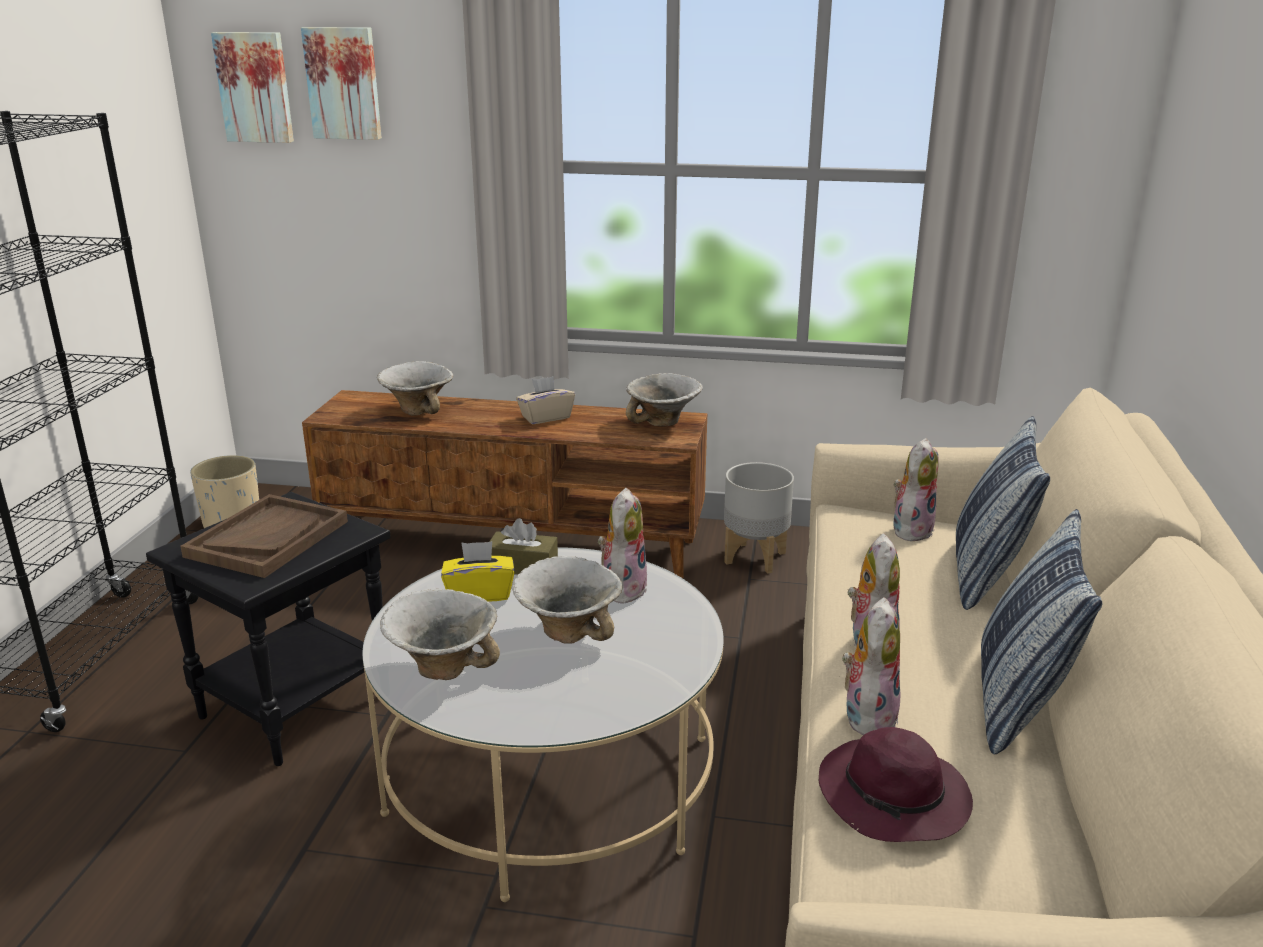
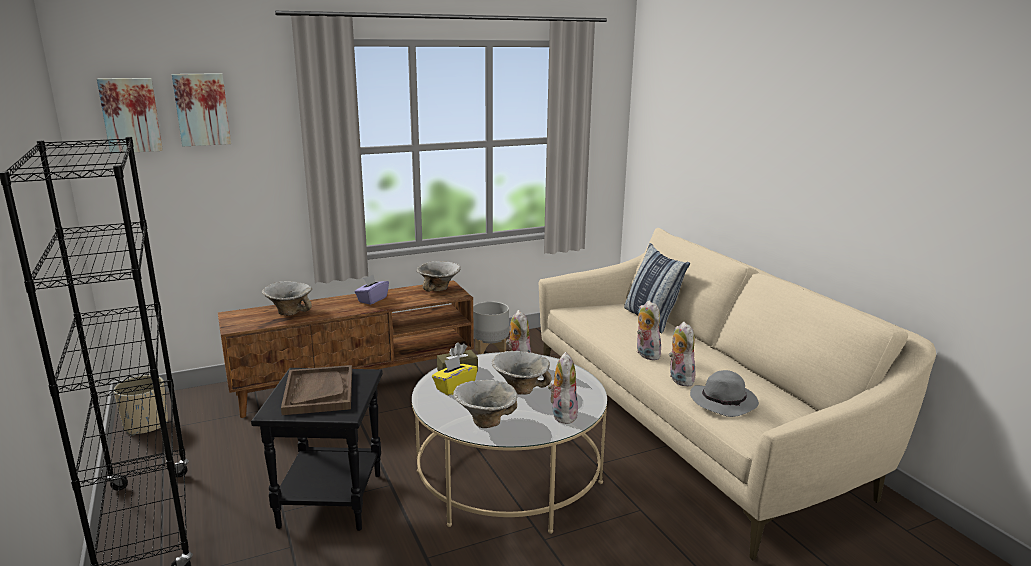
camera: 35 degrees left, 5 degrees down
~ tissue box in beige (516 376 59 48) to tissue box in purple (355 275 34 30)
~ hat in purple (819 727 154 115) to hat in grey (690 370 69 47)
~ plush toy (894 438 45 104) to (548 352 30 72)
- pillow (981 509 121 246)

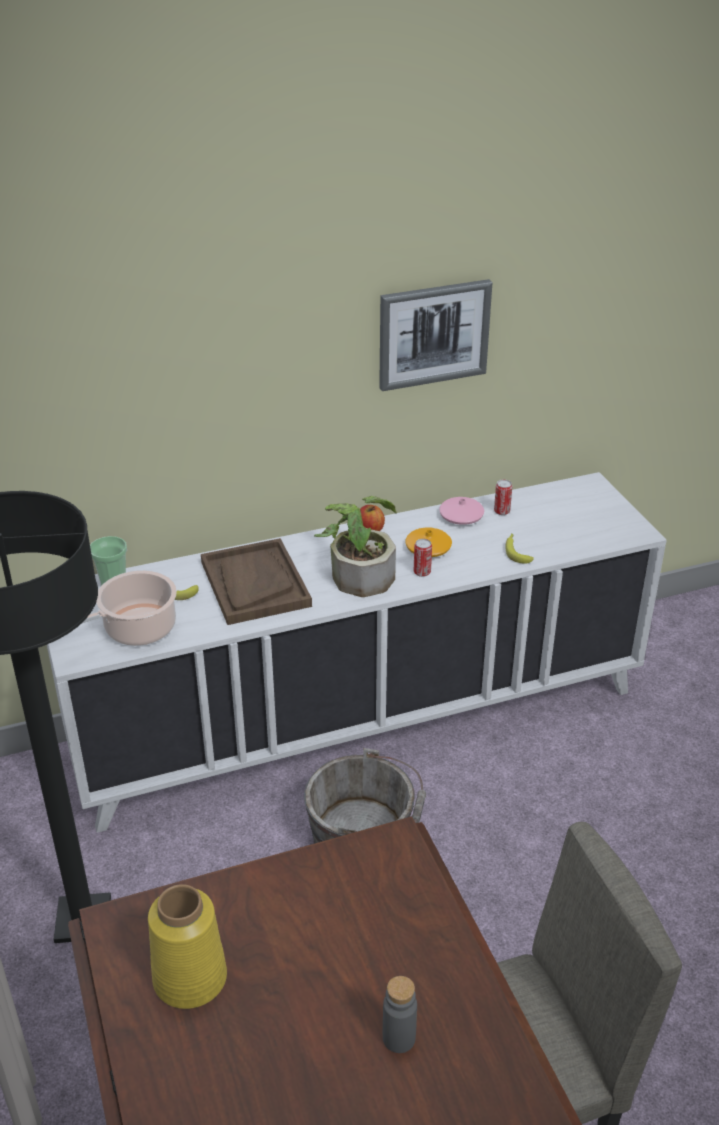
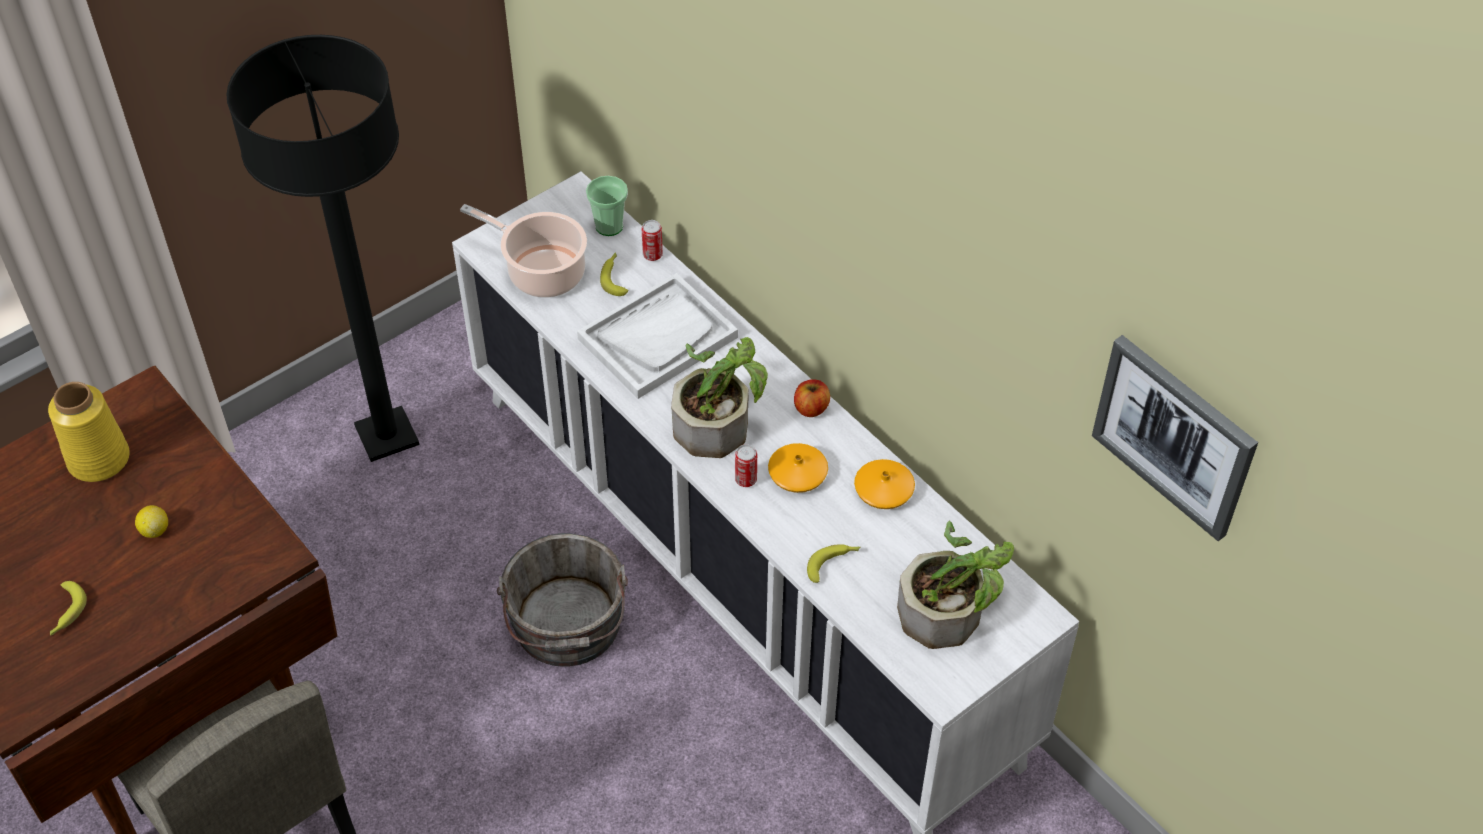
camera: 70 degrees right, 15 degrees up
~ tray in brown (201 538 111 87) to tray in white (577 273 161 126)
~ picture (379 279 113 112) to (1092 335 166 206)
~ bottle in grey (383 976 34 77) to banana (50 581 37 55)
~ vase in pink (439 497 45 28) to vase in orange (854 459 61 50)
~ can (494 479 18 36) to (642 220 21 41)
+ lemon (135 505 33 33)
+ potted plant (897 520 117 129)

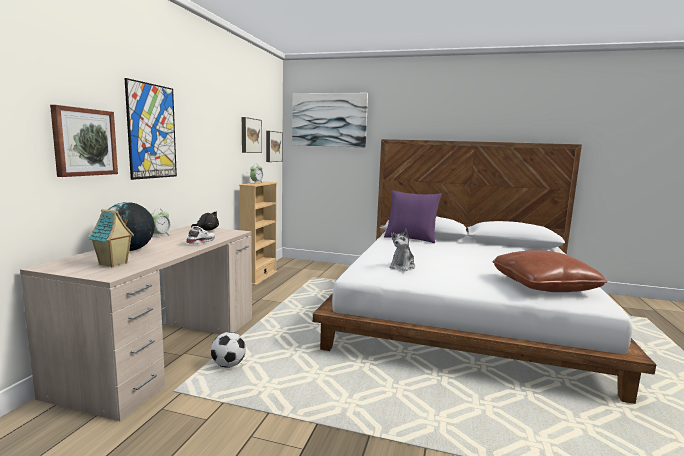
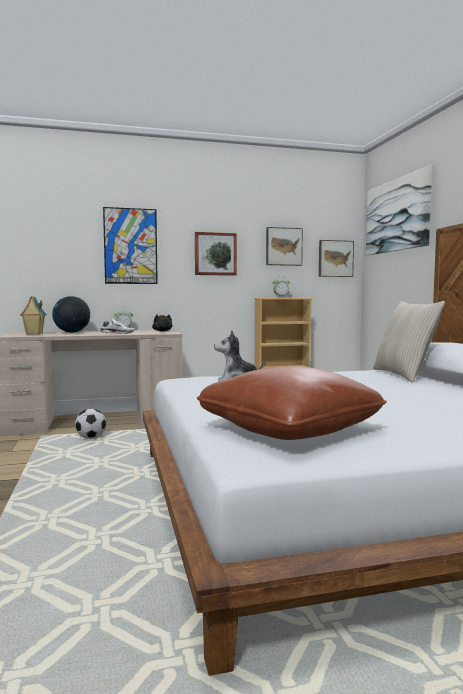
camera: 60 degrees right, 5 degrees down
~ picture (50 105 68 72) to (195 232 42 44)
~ pillow in purple (384 190 58 53) to pillow in beige (373 301 72 81)

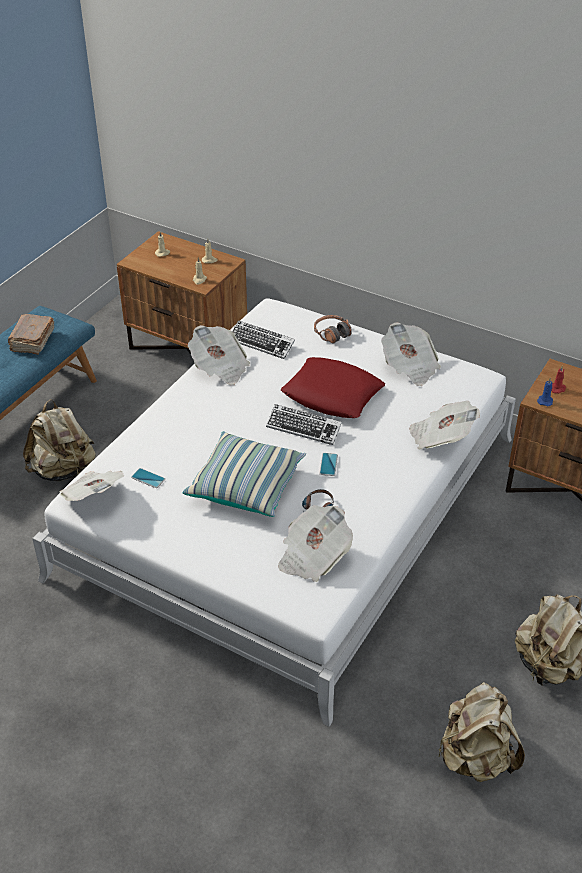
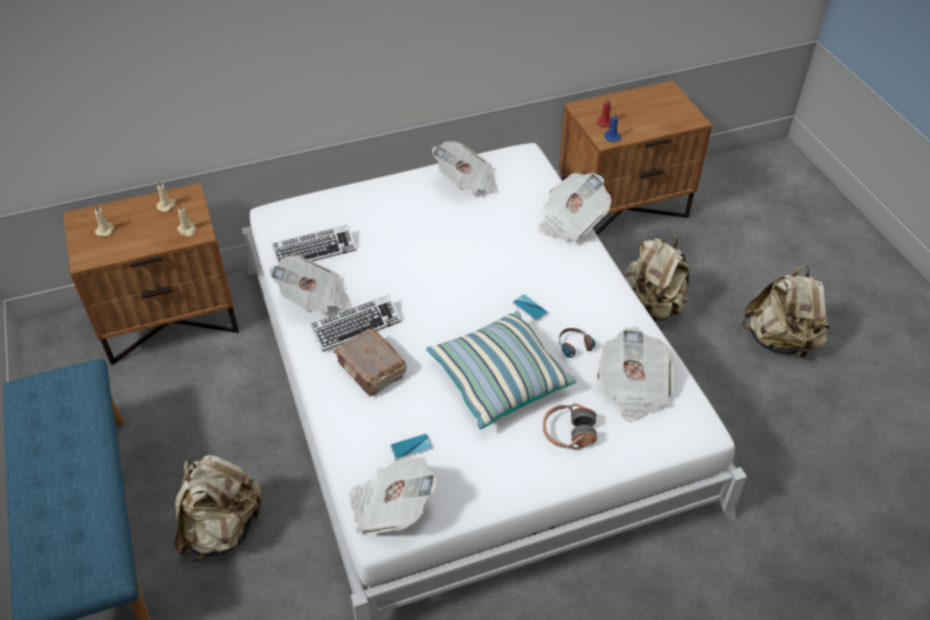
camera: 50 degrees left, 5 degrees up
~ book in brown (8 314 46 41) to (334 328 73 68)
~ keyboard (266 404 76 41) to (311 295 90 57)
- pillow in red (281 357 104 61)
~ headphones (314 315 38 28) to (543 403 54 47)
~ backpack in beige (438 682 87 100) to (623 235 66 87)

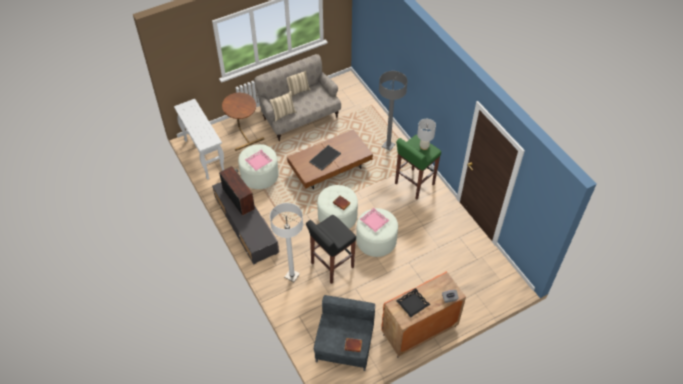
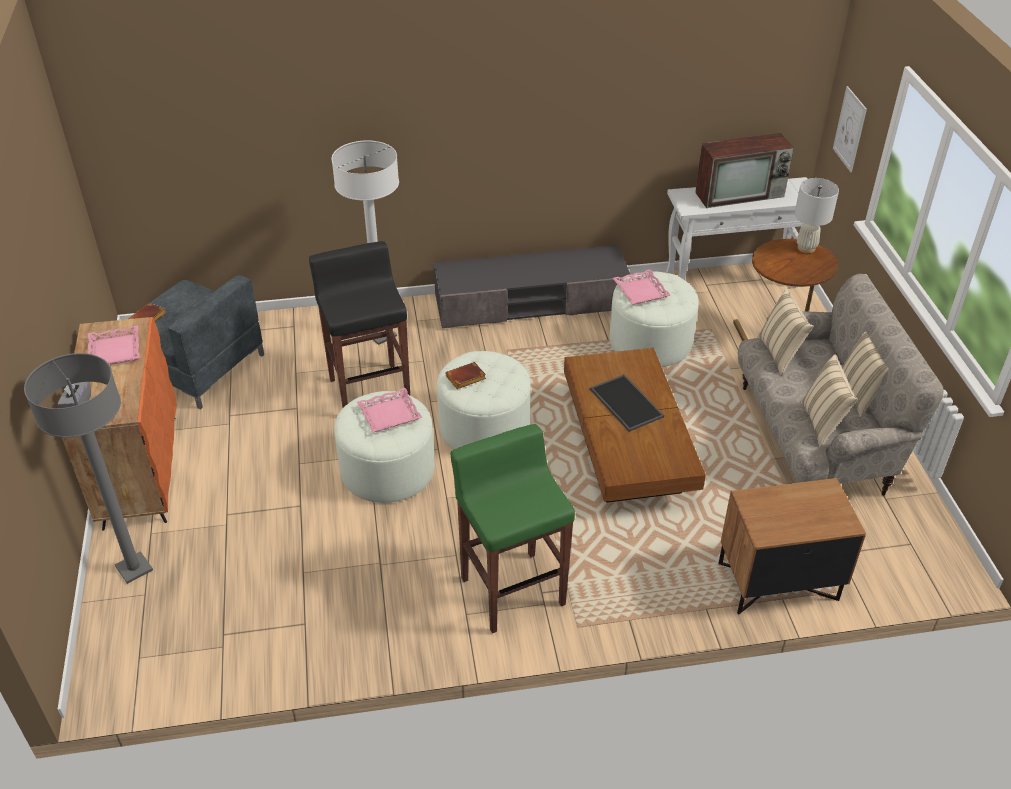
camera: 110 degrees right, 10 degrees down
~ television (219 166 36 50) to (695 133 99 75)
~ floor lamp in grey (379 71 29 80) to (24 353 129 231)
~ tray in black (396 288 34 30) to tray in pink (88 325 52 40)
~ table lamp in white (417 119 19 31) to (795 178 44 75)
+ nightstand in brown (718 478 148 137)
+ pillow in beige (801 354 56 94)
+ picture (833 86 34 86)

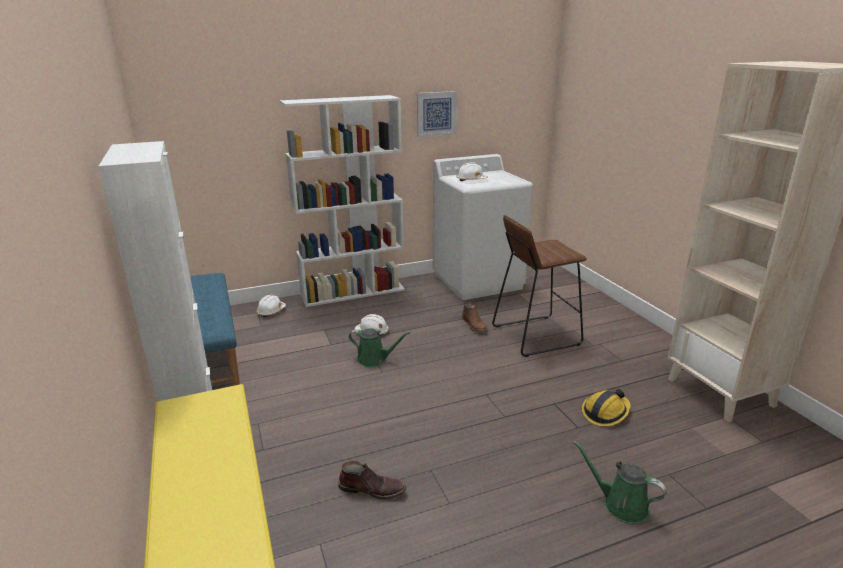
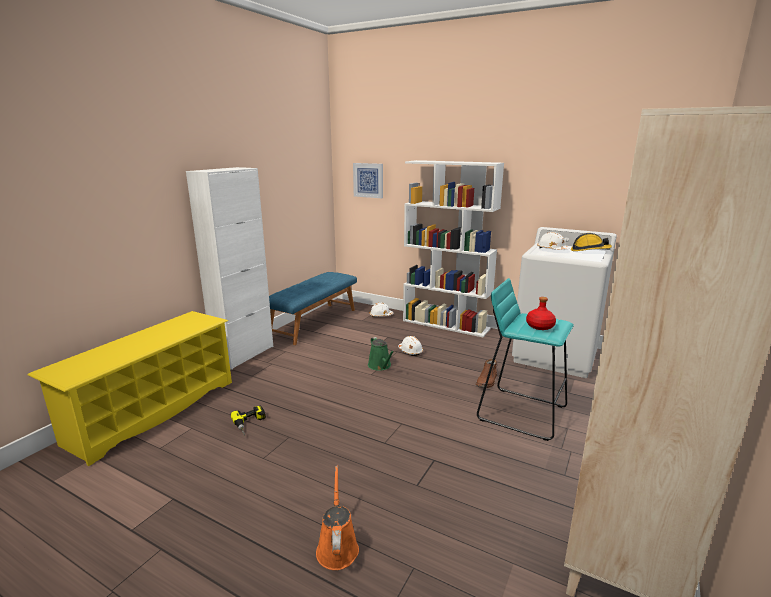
camera: 50 degrees right, 5 degrees down
~ boot in brown (338 461 68 38) to power drill (231 406 35 29)
~ picture (417 91 40 46) to (353 163 30 35)
~ stool in brown (492 215 95 142) to stool in turquoise (477 278 97 163)
~ watering can in green (574 441 93 83) to watering can in orange (316 466 43 104)
~ hard hat (582 389 49 37) to (571 233 41 18)
+ bottle in red (526 297 30 33)

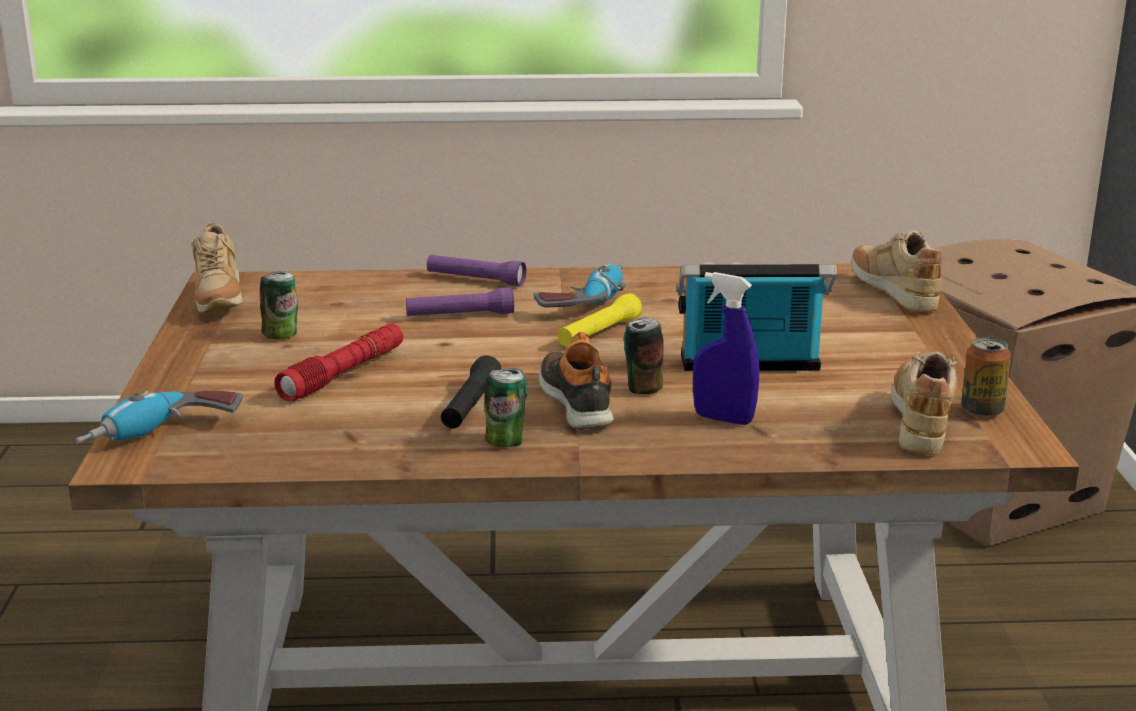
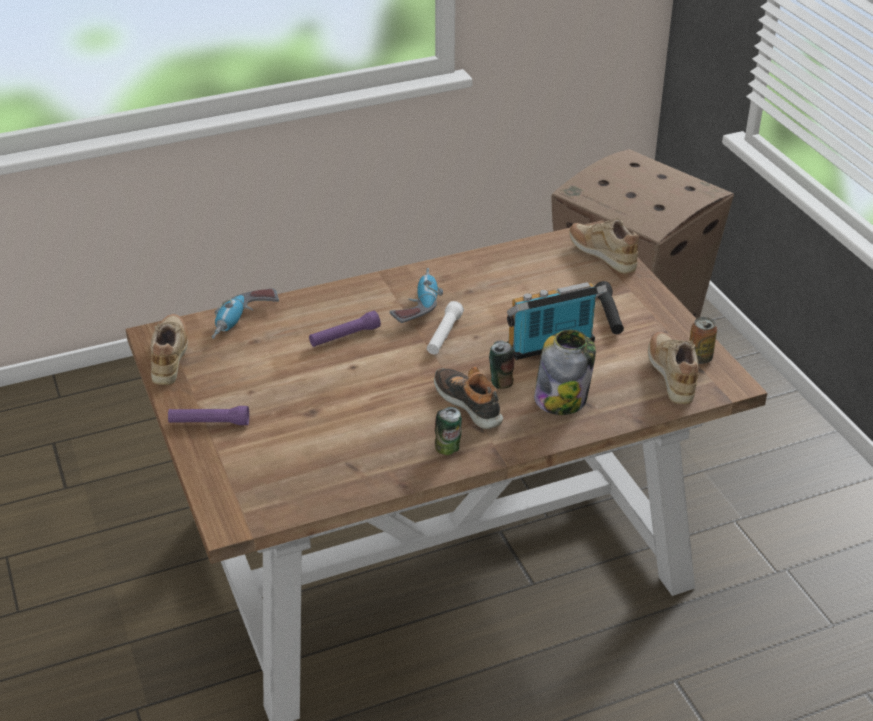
camera: 20 degrees left, 15 degrees up
~ power drill (75 390 168 54) to (212 288 67 51)
~ shoe in beige (191 223 52 90) = (150 314 38 71) 150 degrees counterclockwise
- can (260 271 38 69)
- flashlight in red (274 324 129 78)
~ flashlight in purple (427 255 99 32) to (168 406 81 19)
~ flashlight in black (441 355 61 73) to (595 281 29 53)
~ flashlight in yellow (557 293 85 53) to flashlight in white (427 301 37 53)
~ spray bottle in blue (693 272 66 153) to jar (534 330 62 85)

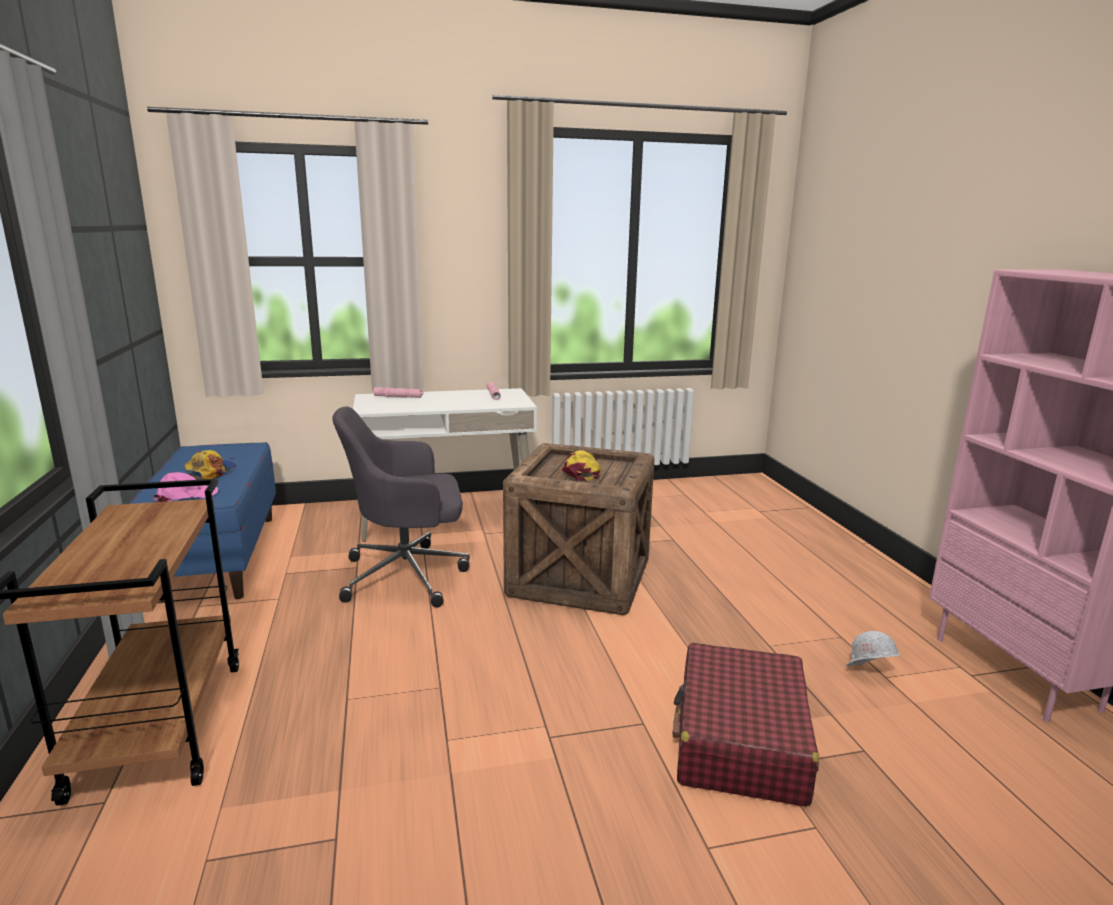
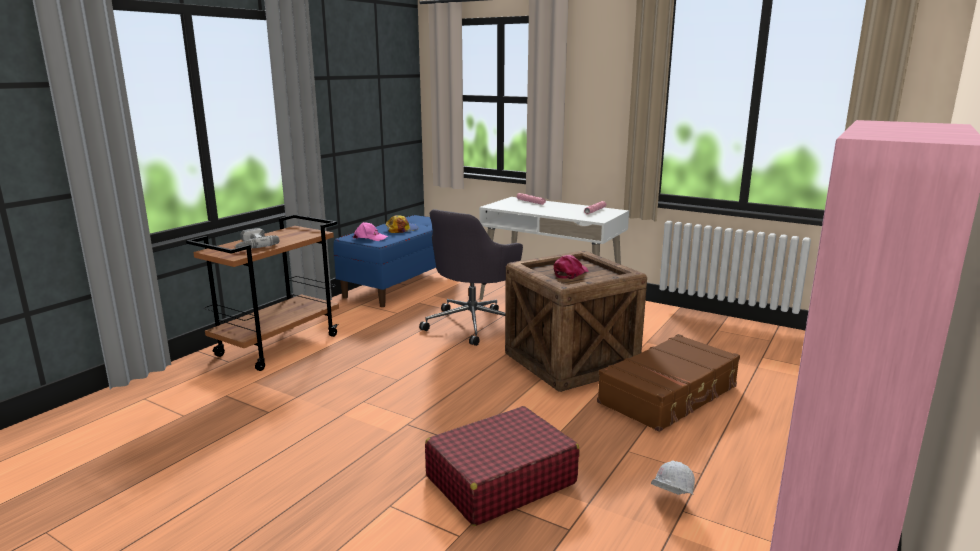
camera: 45 degrees right, 0 degrees up
~ office chair in grey (333 406 137 202) = (419 209 104 137) 90 degrees counterclockwise
~ cap in yellow (562 450 39 31) to cap in pink (554 255 35 24)
+ power drill (235 228 44 21)
+ suitcase in brown (597 334 143 98)

